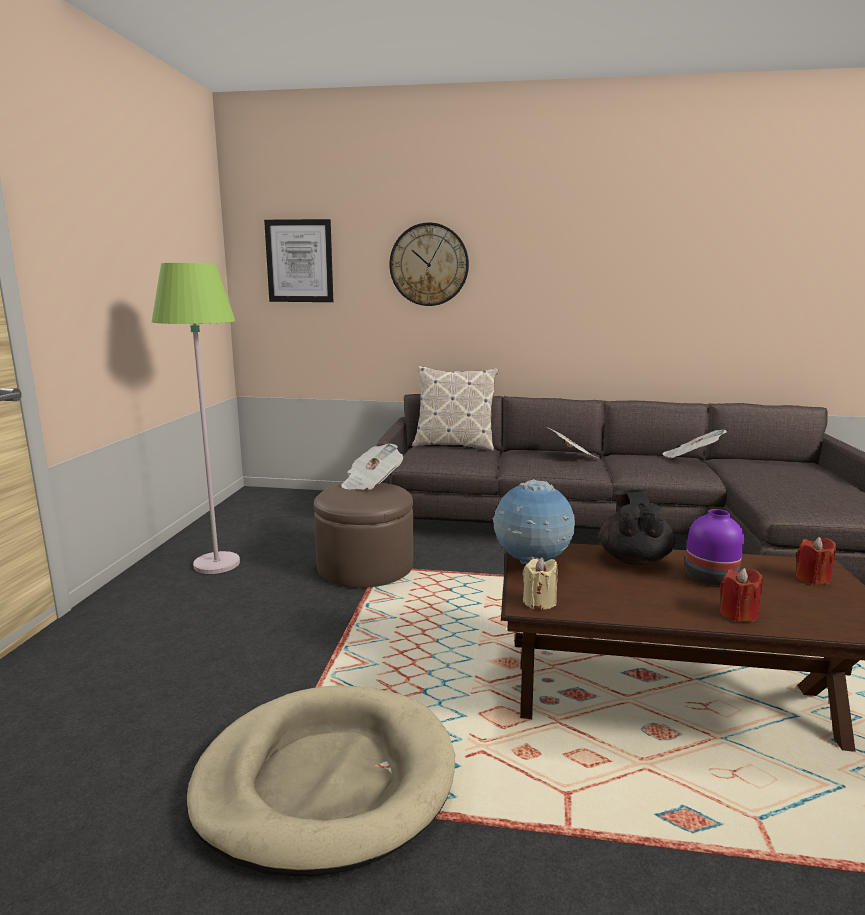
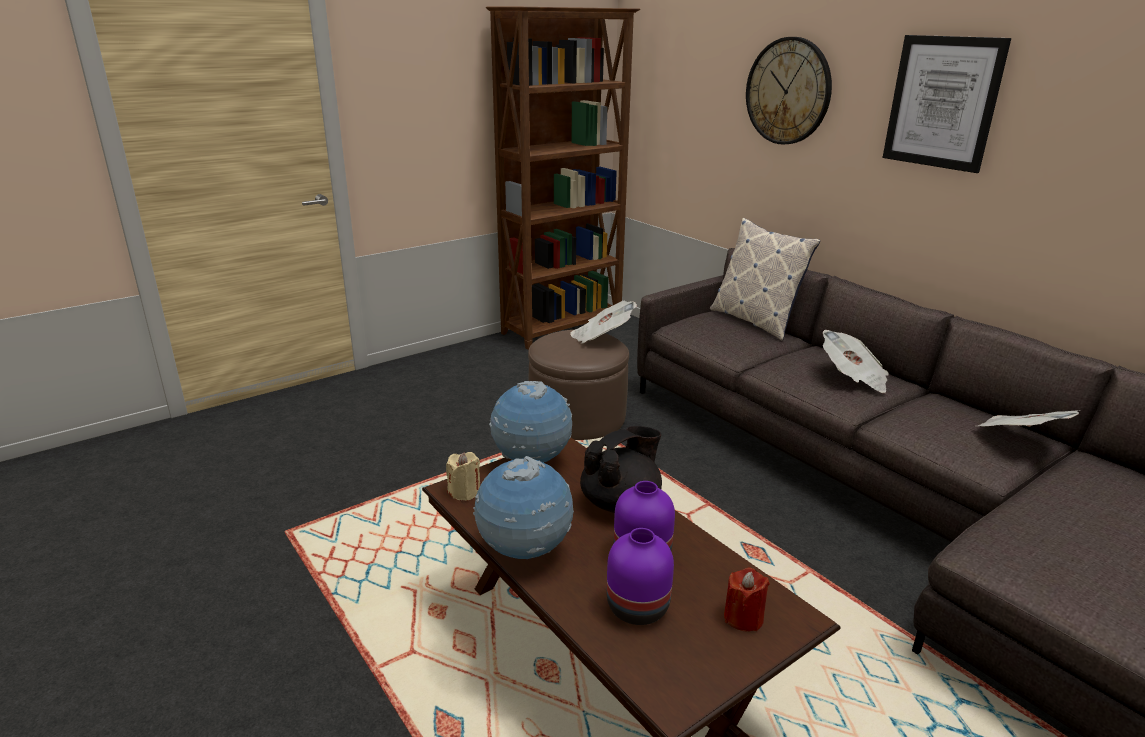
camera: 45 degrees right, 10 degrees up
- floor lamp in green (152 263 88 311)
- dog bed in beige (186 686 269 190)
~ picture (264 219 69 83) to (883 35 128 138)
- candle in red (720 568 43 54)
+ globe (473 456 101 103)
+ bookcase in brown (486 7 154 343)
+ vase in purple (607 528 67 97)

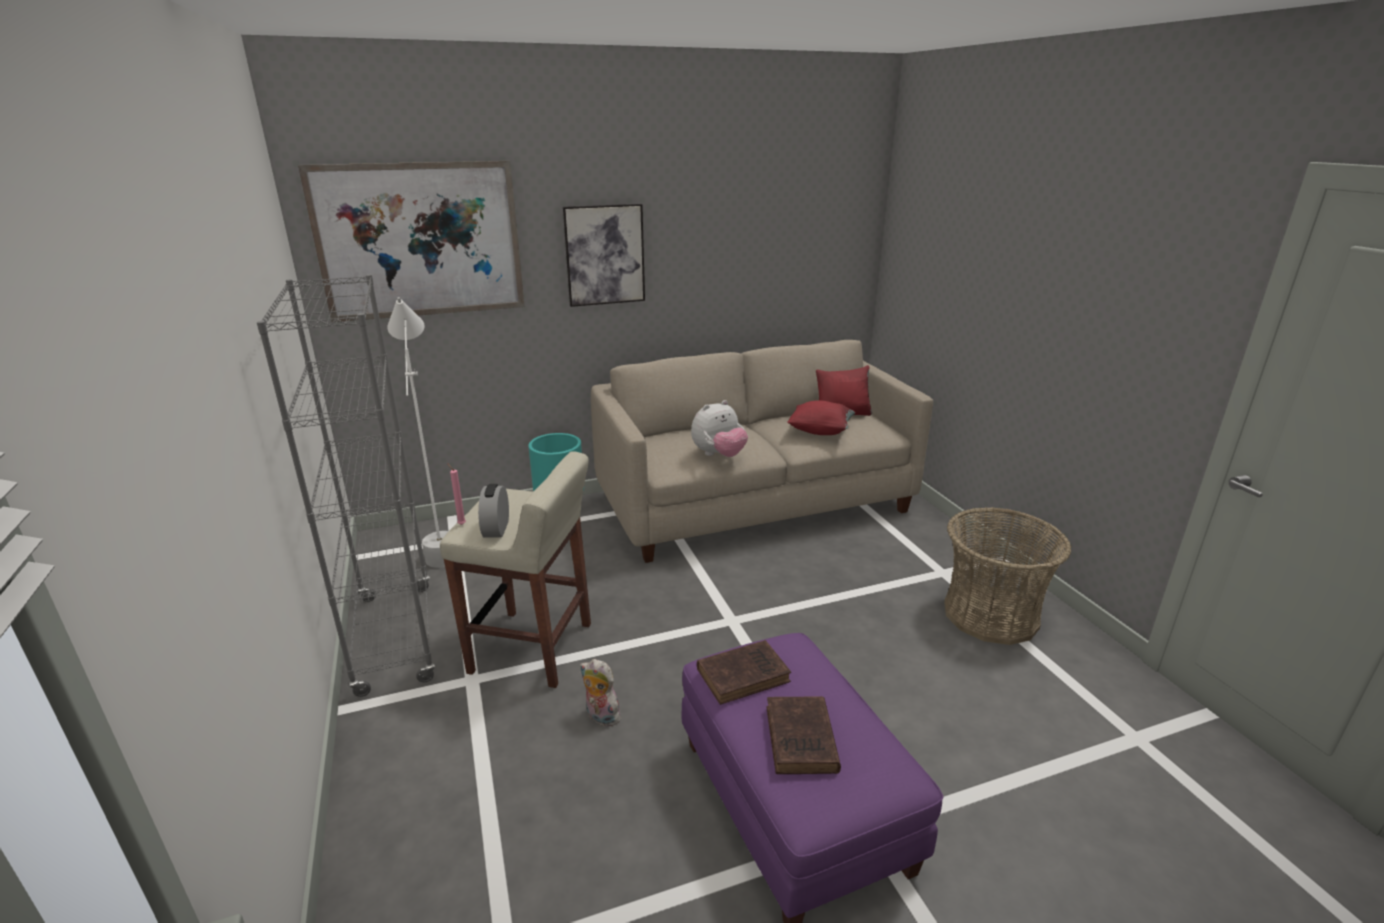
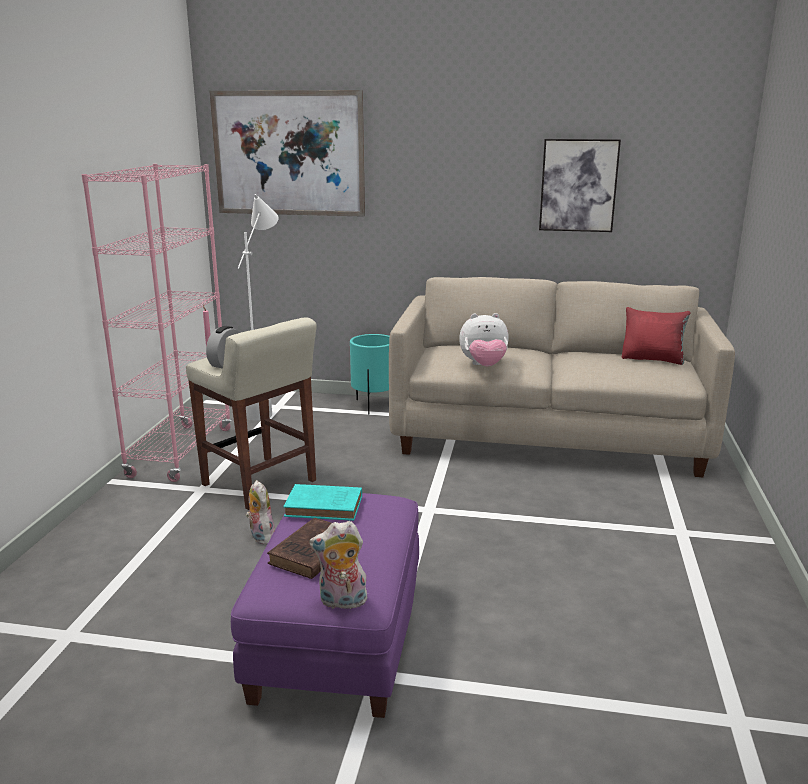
camera: 30 degrees right, 5 degrees down
~ bookcase in grey (257 274 178 423) to bookcase in pink (81 164 151 318)
~ picture (563 204 82 103) to (539 139 82 93)
~ book in brown (697 640 94 65) to book in turquoise (284 484 78 37)
- pillow in red (787 400 69 35)
- basket (944 507 127 138)
+ plush toy (309 521 58 88)

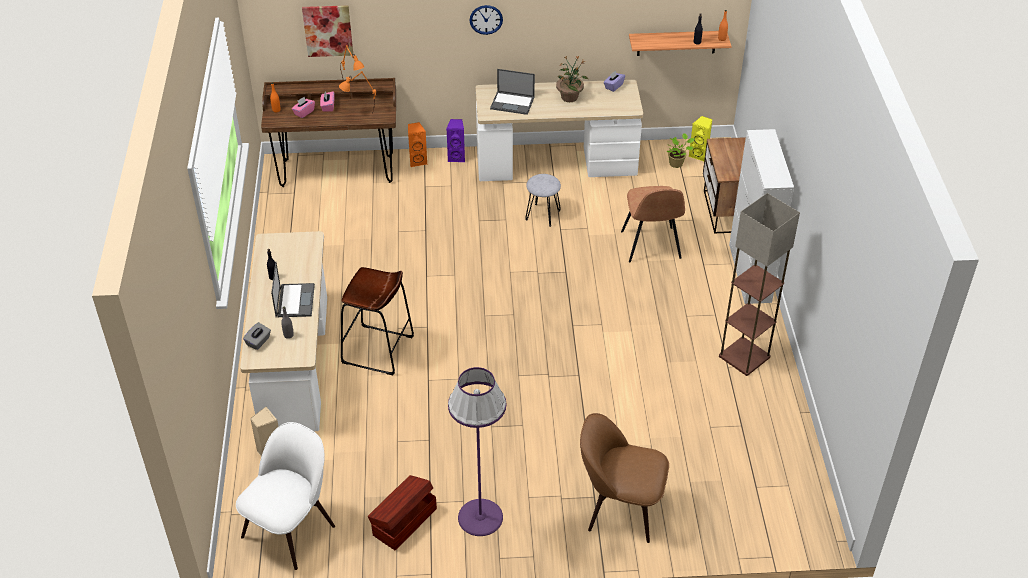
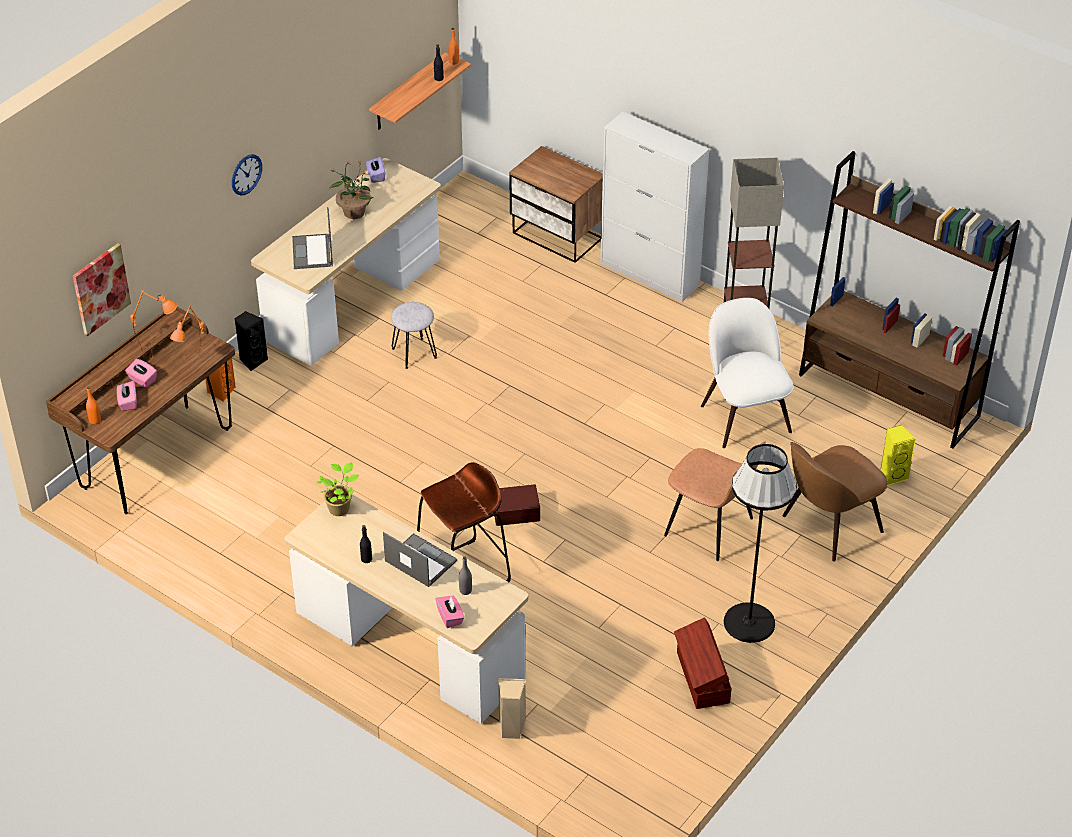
camera: 50 degrees left, 0 degrees up
~ chair in white (236 422 99 148) to (701 298 93 150)
~ tissue box in grey (243 322 28 28) to tissue box in pink (436 596 28 32)
~ speaker in purple (446 119 19 43) to speaker in black (234 311 34 60)
~ floor lamp in purple (448 367 58 169) to floor lamp in black (724 444 73 199)
~ laptop (490 69 45 46) = (292 207 41 62) 120 degrees clockwise
~ chair in brown (621 186 64 76) to (664 442 102 119)
~ potted plant (667 133 28 35) to (316 462 43 54)
~ speaker in yellow (688 116 24 45) to (880 425 36 60)
+ storage box in brown (494 484 46 42)
+ bookcase in brown (799 151 221 298)

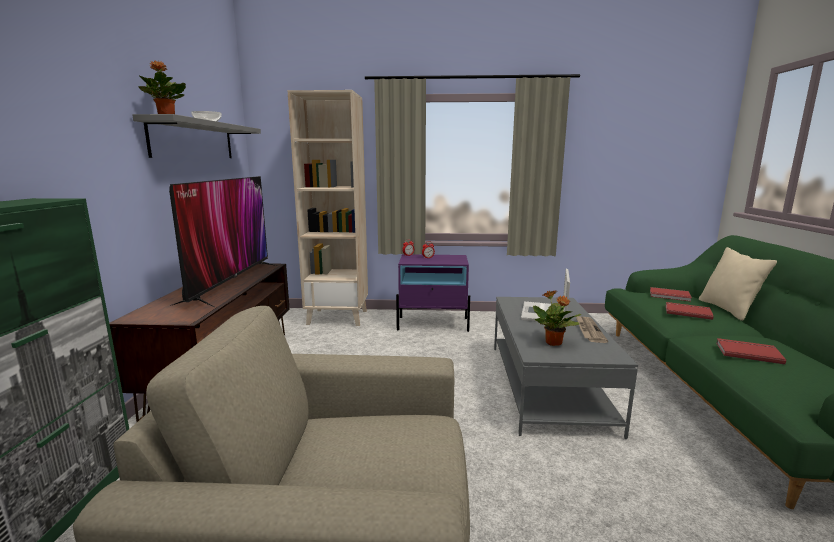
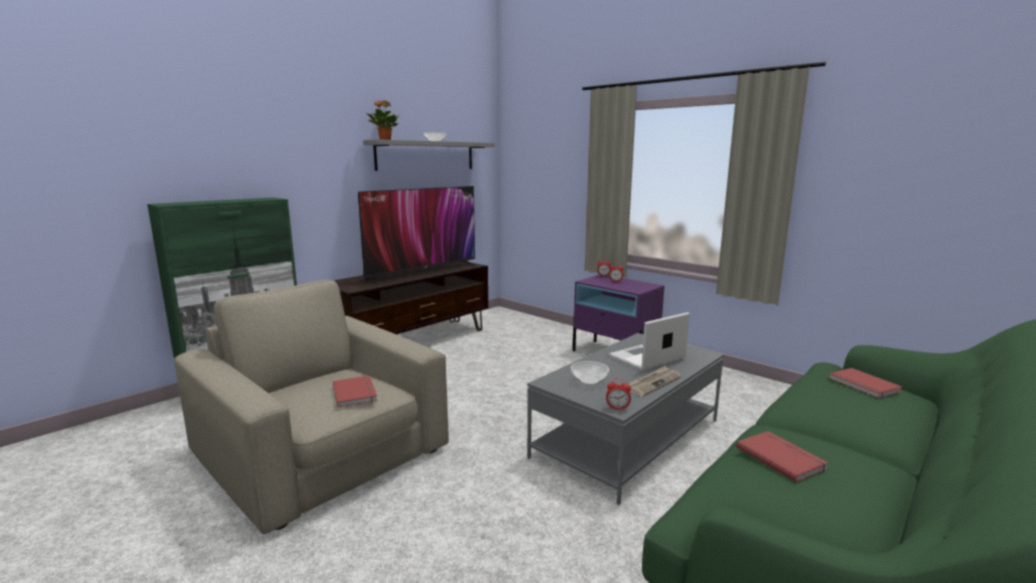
camera: 40 degrees right, 0 degrees up
- bookcase in beige (287 90 81 236)
~ potted plant (533 291 49 55) to bowl (571 361 38 24)
~ book in red (666 302 48 18) to (333 375 44 32)
- pillow in beige (699 247 78 74)
+ alarm clock (606 378 25 32)

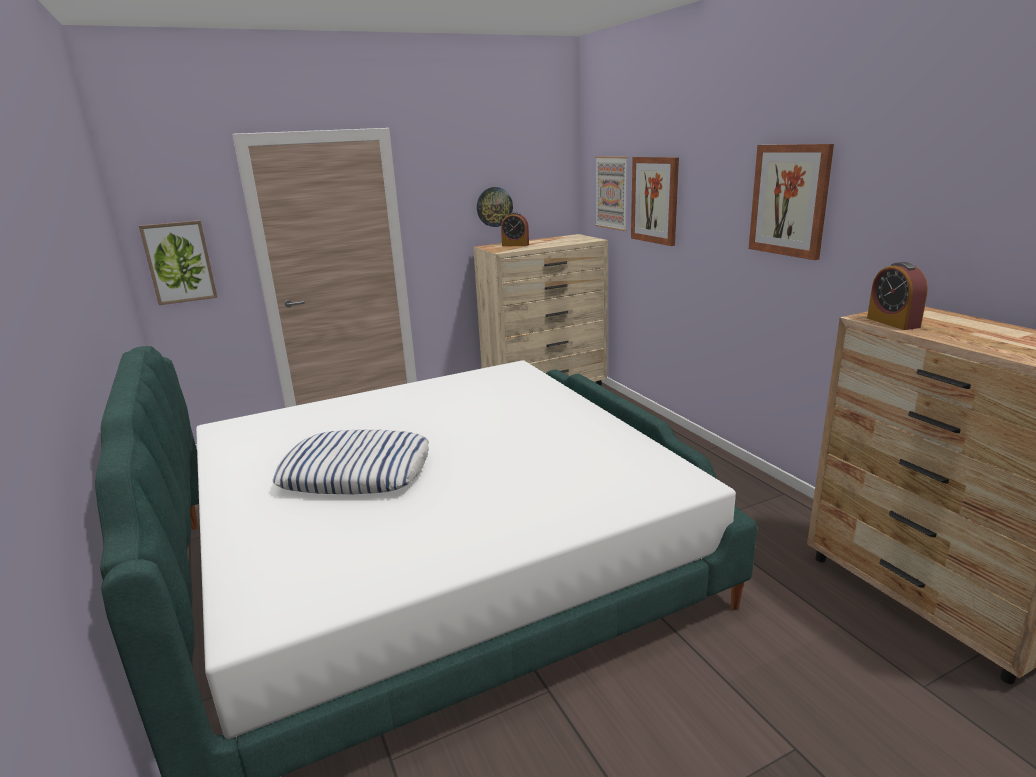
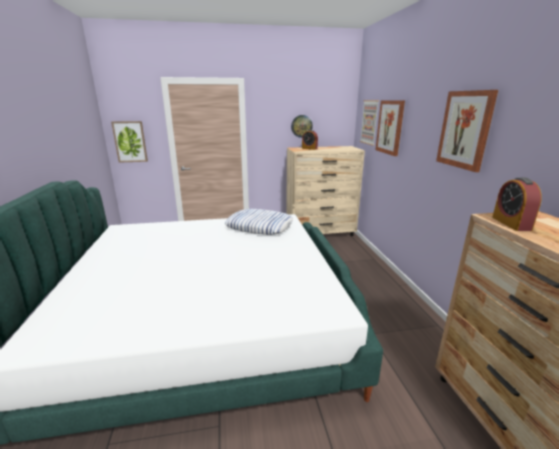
camera: 15 degrees right, 0 degrees up
~ pillow (272 430 157 64) to (225 209 68 26)

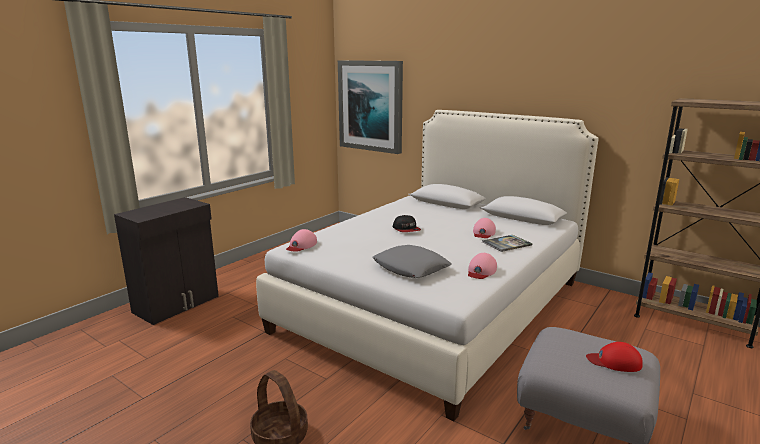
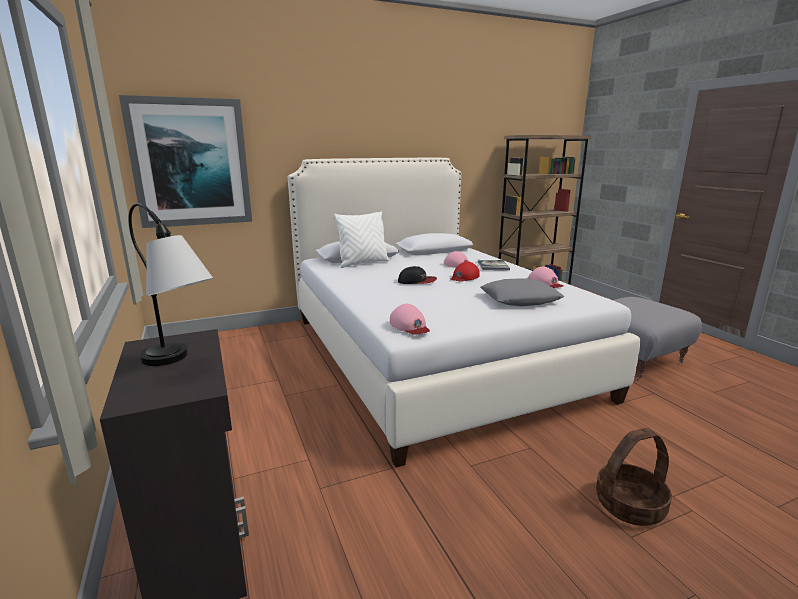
camera: 60 degrees left, 0 degrees up
~ cap in red (586 342 57 30) to (450 261 30 21)
+ table lamp (128 203 85 163)
+ pillow in white (334 211 56 57)

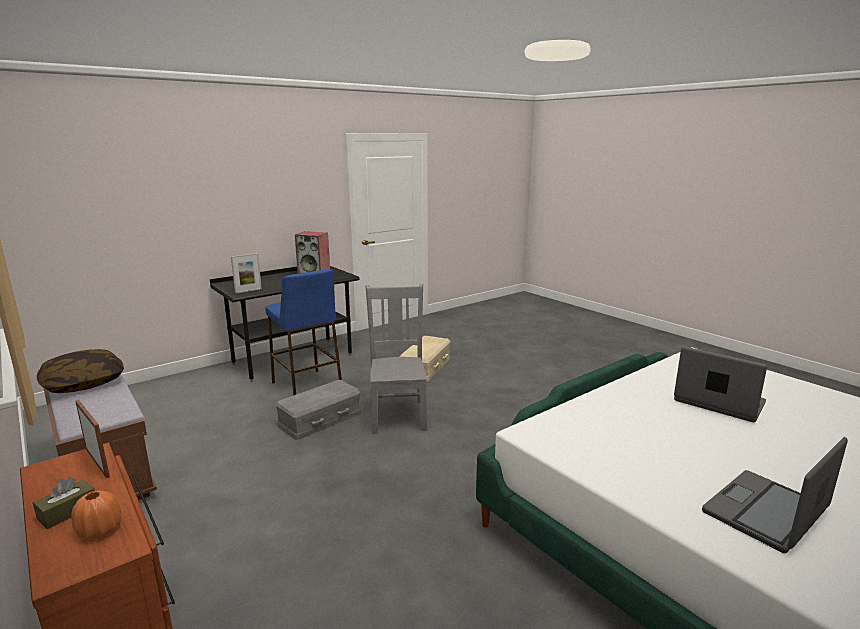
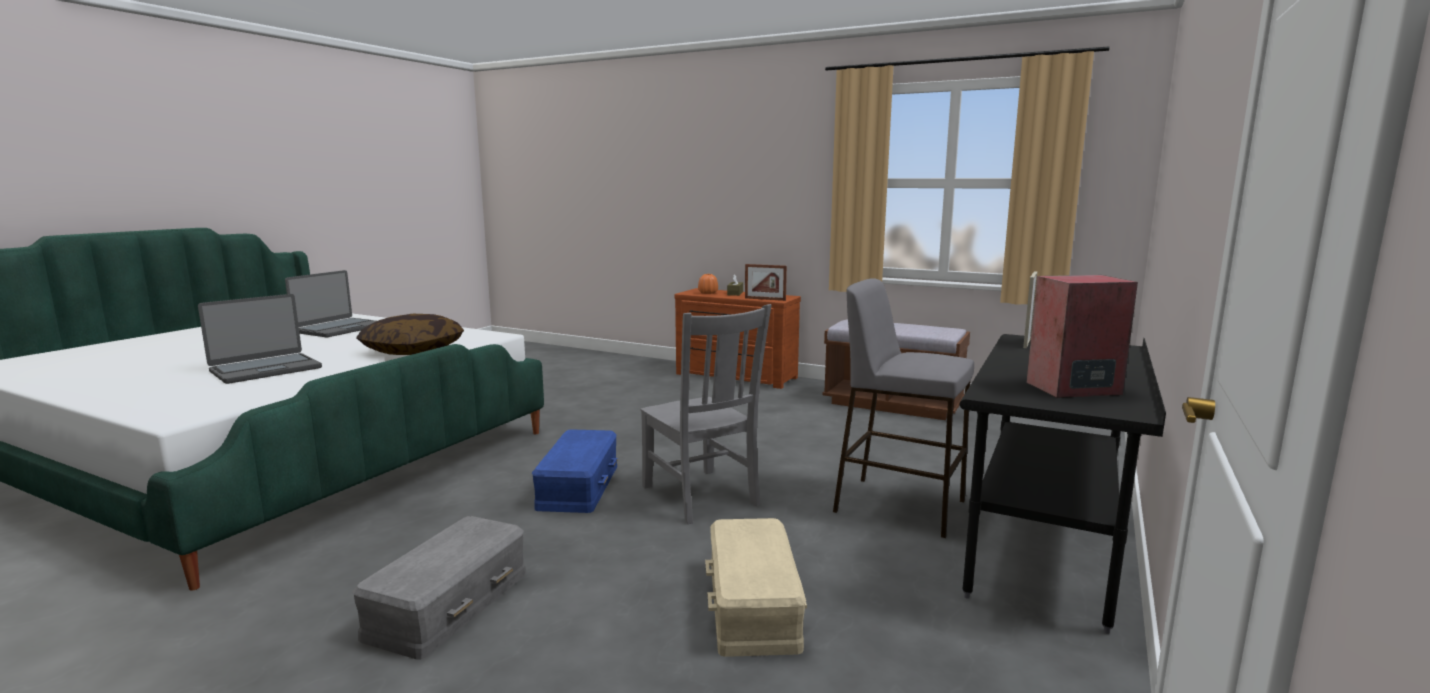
camera: 155 degrees right, 5 degrees down
~ pillow (37 349 87 44) to (356 314 108 41)
~ stool in blue (265 269 77 127) to stool in grey (833 278 141 260)
~ storage box in grey (275 380 86 60) to (352 516 174 143)
~ laptop (674 346 93 76) = (198 294 124 90) 60 degrees counterclockwise
+ storage box in blue (532 430 86 83)

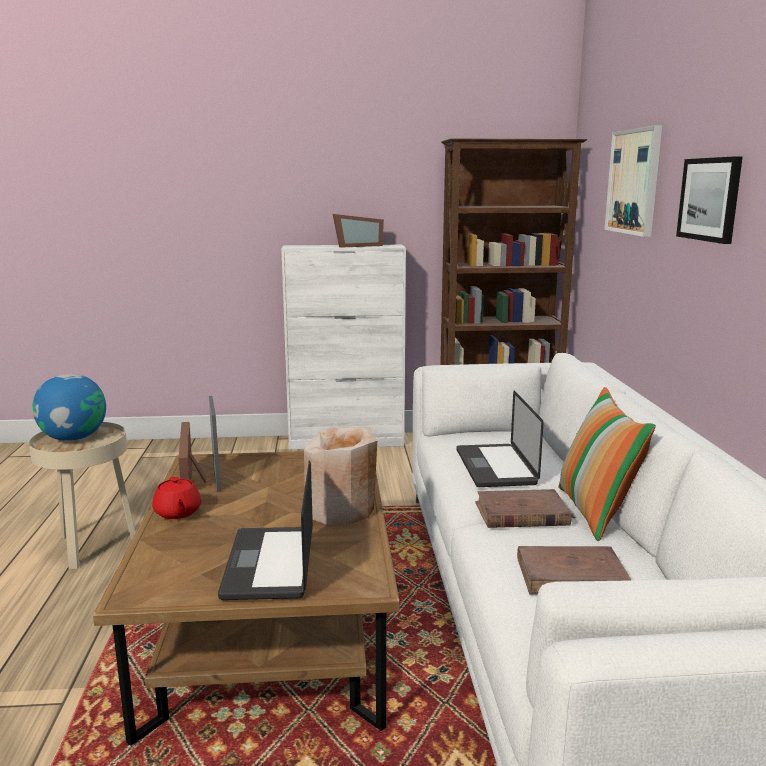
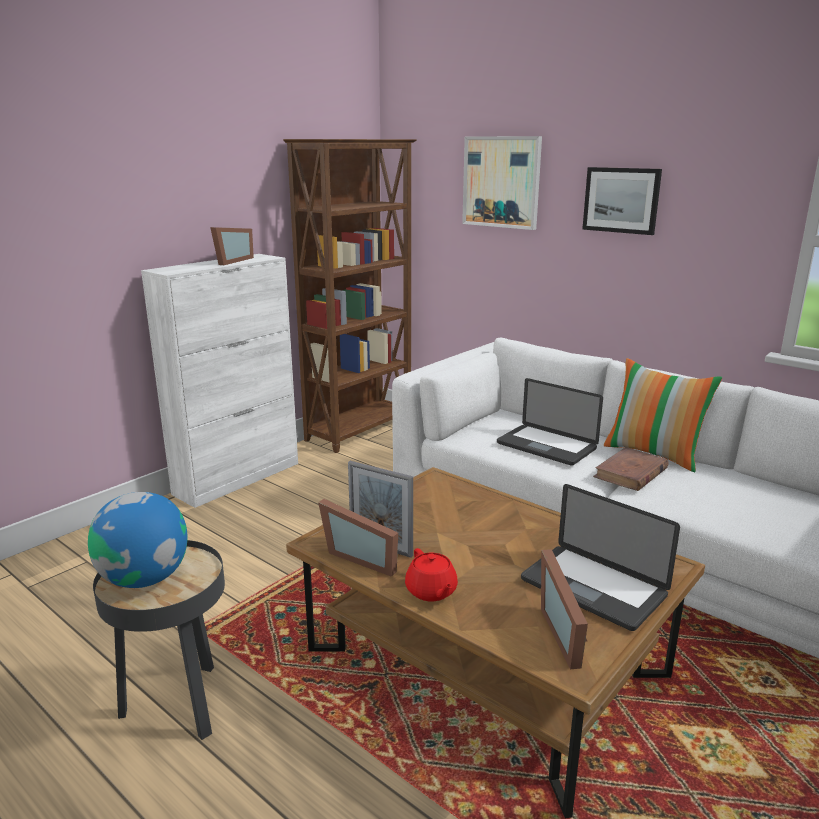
camera: 45 degrees left, 5 degrees up
~ side table in beige (29 422 107 147) to side table in black (93 540 132 200)
~ teapot in red (152 477 49 42) = (405 548 53 53) 45 degrees clockwise
- vase in beige (304 427 73 98)
- book in brown (517 546 114 49)
+ picture frame (541 549 47 120)

